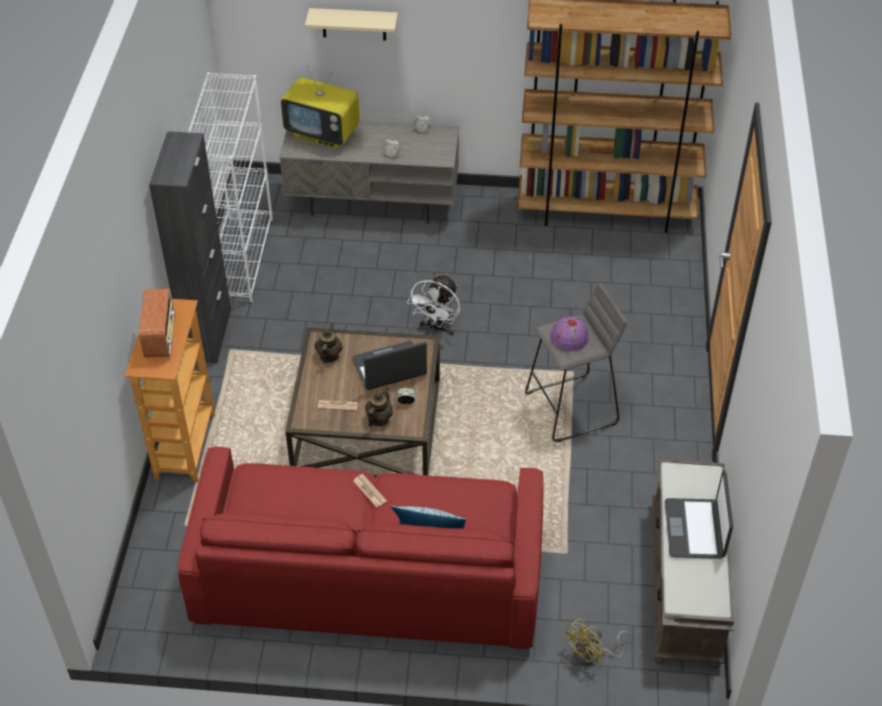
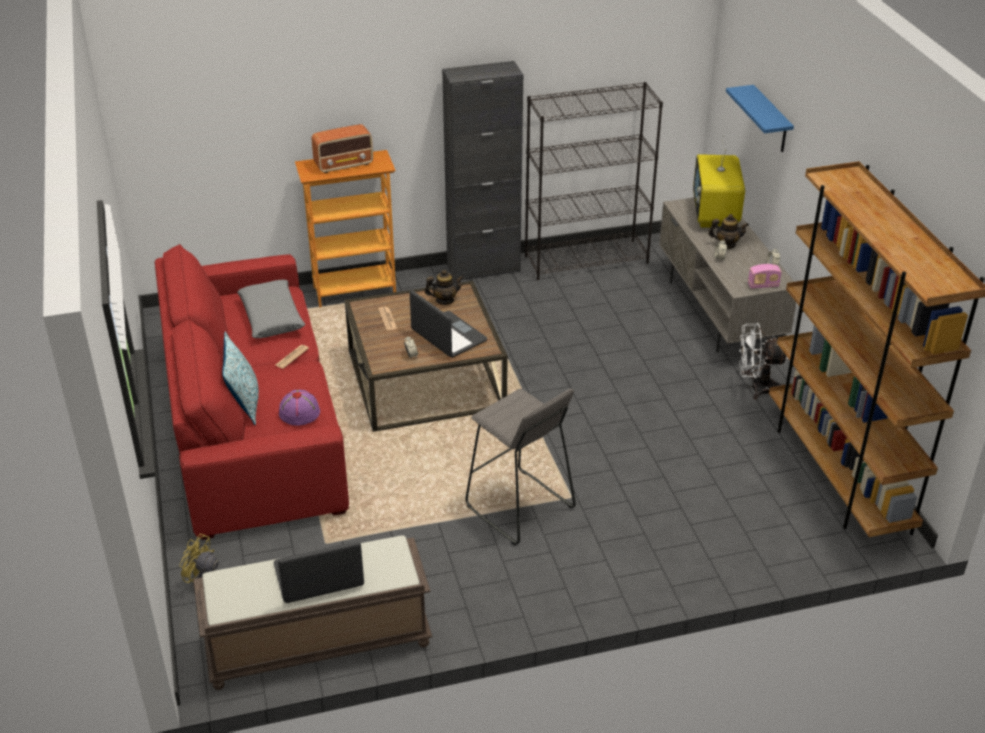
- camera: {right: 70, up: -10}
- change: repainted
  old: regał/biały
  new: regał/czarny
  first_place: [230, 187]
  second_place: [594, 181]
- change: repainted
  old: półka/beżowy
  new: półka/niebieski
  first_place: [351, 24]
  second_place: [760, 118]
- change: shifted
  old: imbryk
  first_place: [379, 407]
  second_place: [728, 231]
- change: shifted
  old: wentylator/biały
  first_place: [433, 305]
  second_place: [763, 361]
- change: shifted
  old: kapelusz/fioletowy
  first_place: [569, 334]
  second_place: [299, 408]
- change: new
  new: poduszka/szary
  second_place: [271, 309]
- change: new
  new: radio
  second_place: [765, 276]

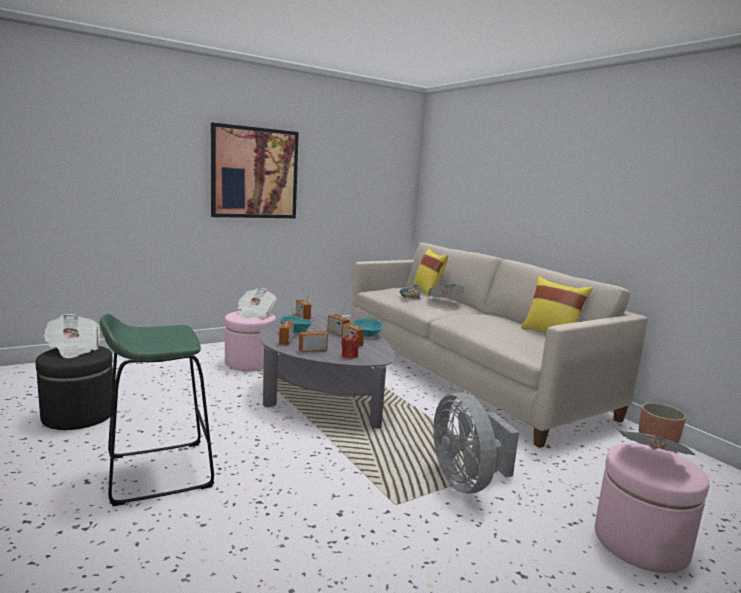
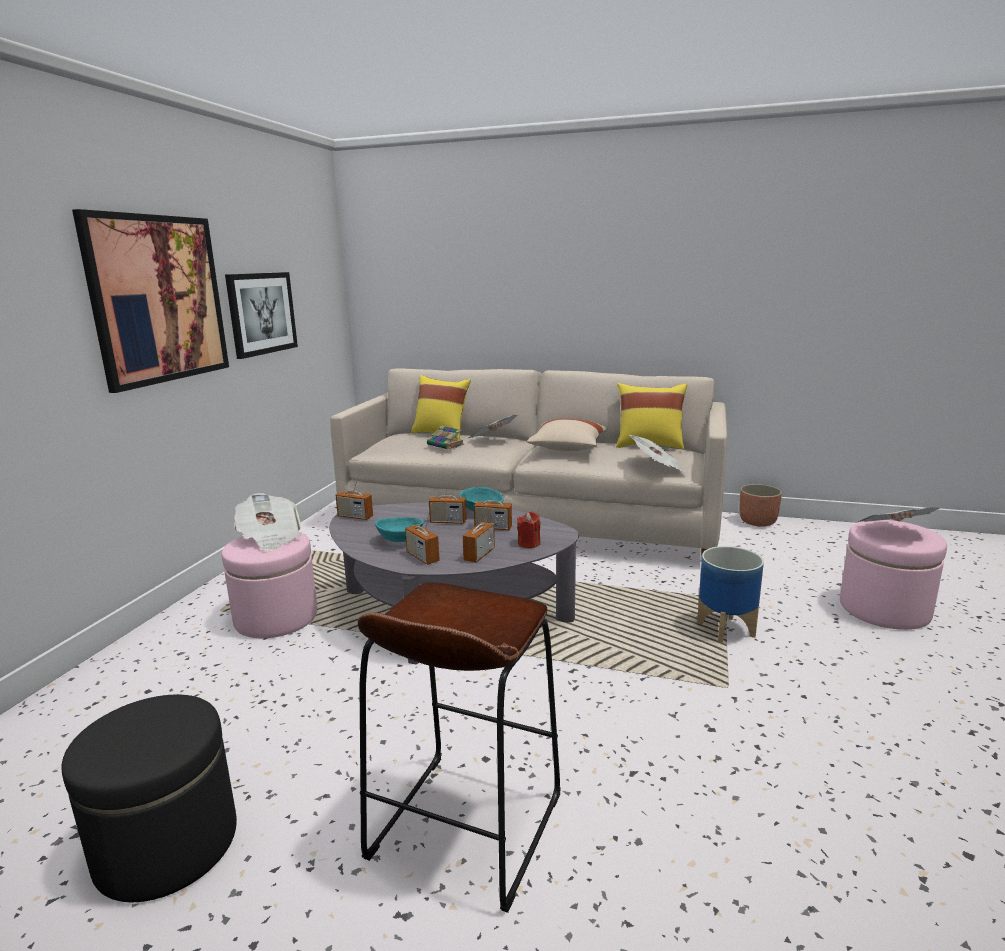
- camera: {right: -40, up: 5}
- change: shifted
  old: gazeta
  first_place: [71, 336]
  second_place: [658, 453]
- change: repainted
  old: stołek/zielony
  new: stołek/brązowy
  first_place: [157, 410]
  second_place: [459, 747]
- change: swapped
  old: wentylator/szary
  new: donica
  first_place: [476, 442]
  second_place: [730, 594]
- change: new
  new: obraz
  second_place: [261, 315]
- change: new
  new: poduszka/beżowy
  second_place: [567, 435]

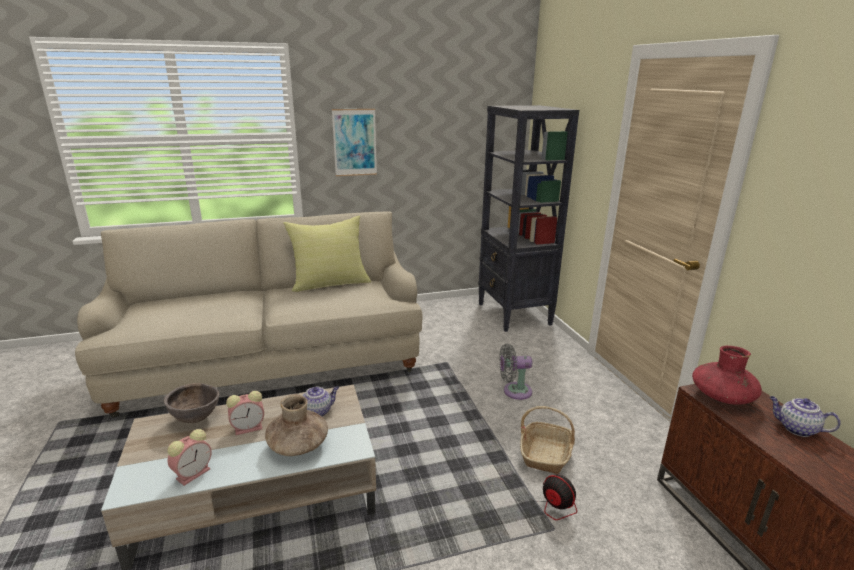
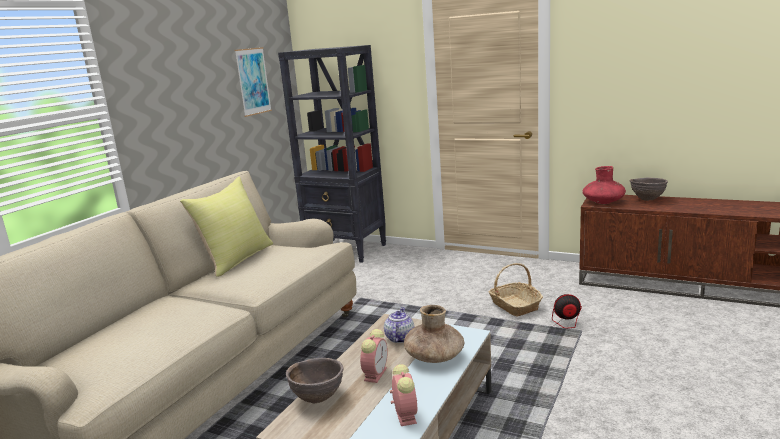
- camera: {right: -45, up: -5}
- change: shifted
  old: obraz
  first_place: [354, 142]
  second_place: [253, 82]
- change: gone
  old: wentylator/szary
  first_place: [515, 371]
- change: swapped
  old: imbryk
  new: miska/brązowy
  first_place: [805, 416]
  second_place: [649, 189]

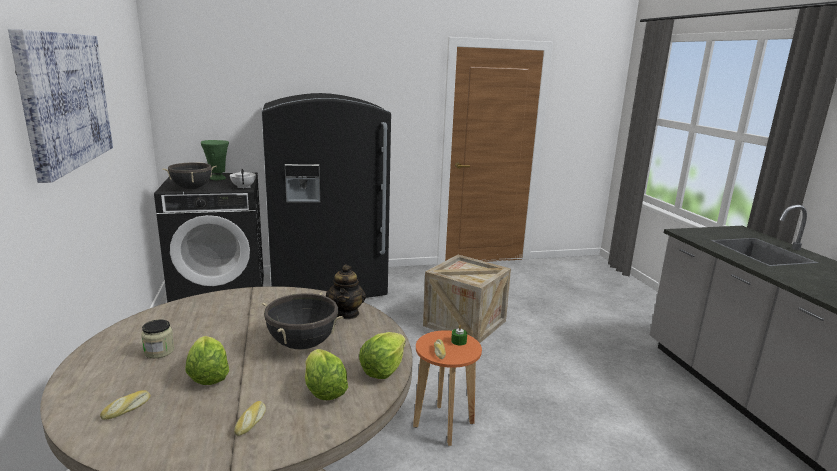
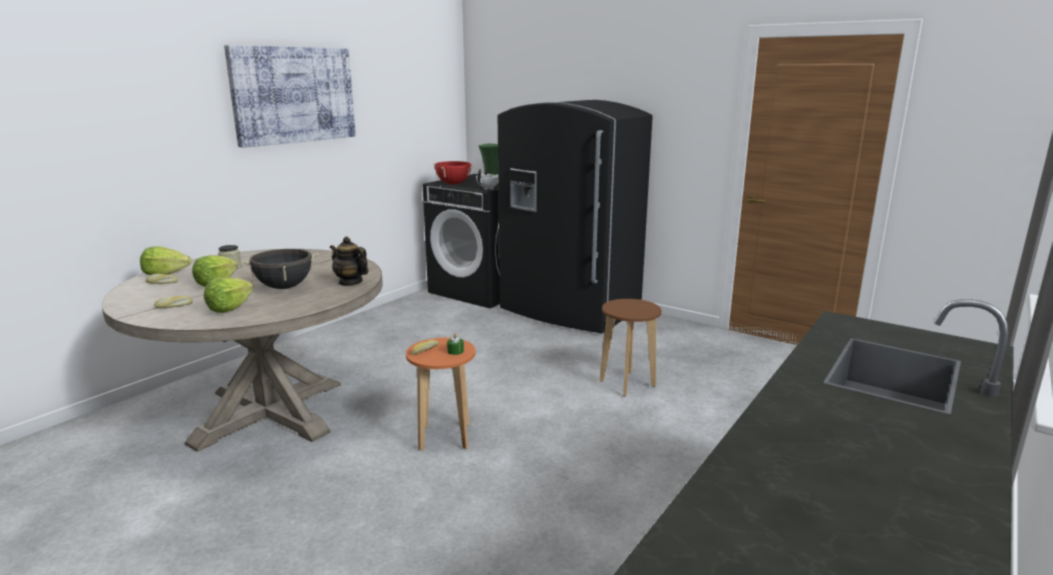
- camera: {right: 50, up: 0}
- change: repainted
  old: garnek/czarny
  new: garnek/czerwony
  first_place: [189, 175]
  second_place: [453, 173]
- change: rotated
  old: imbryk
  first_place: [346, 291]
  second_place: [349, 261]
  degrees: 75
- change: shifted
  old: sałata
  first_place: [382, 355]
  second_place: [165, 260]
- change: swapped
  old: skrzynka
  new: stołek/brązowy
  first_place: [467, 299]
  second_place: [630, 347]

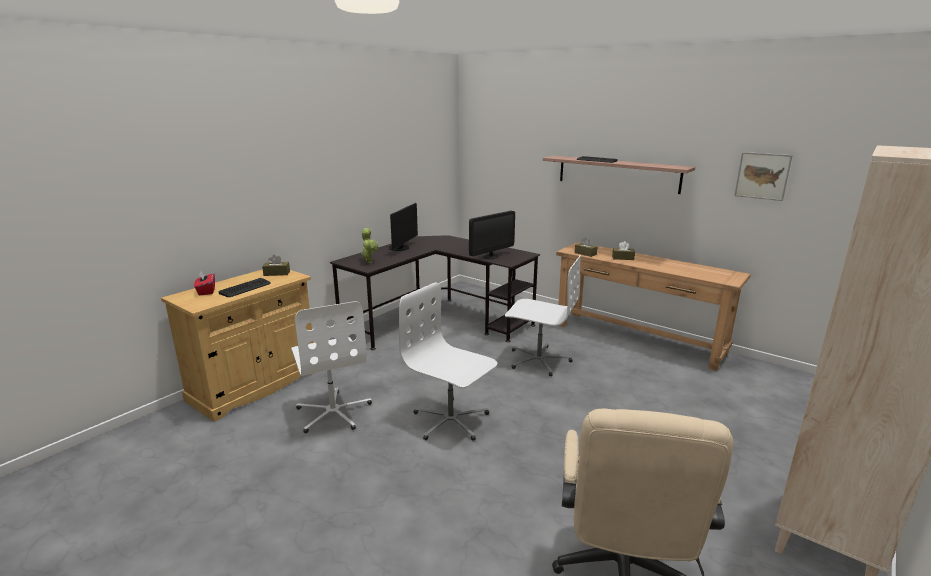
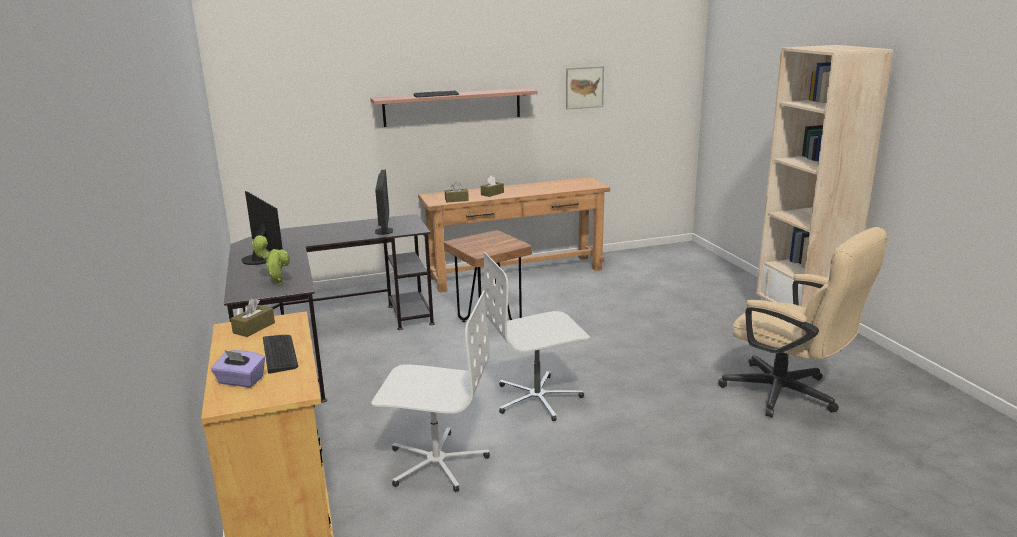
- camera: {right: -55, up: 0}
- change: repainted
  old: pudełko chusteczek/czerwony
  new: pudełko chusteczek/fioletowy
  first_place: [204, 283]
  second_place: [238, 368]
- change: swapped
  old: krzesło biurowe/biały
  new: stołek/brązowy
  first_place: [543, 315]
  second_place: [488, 276]

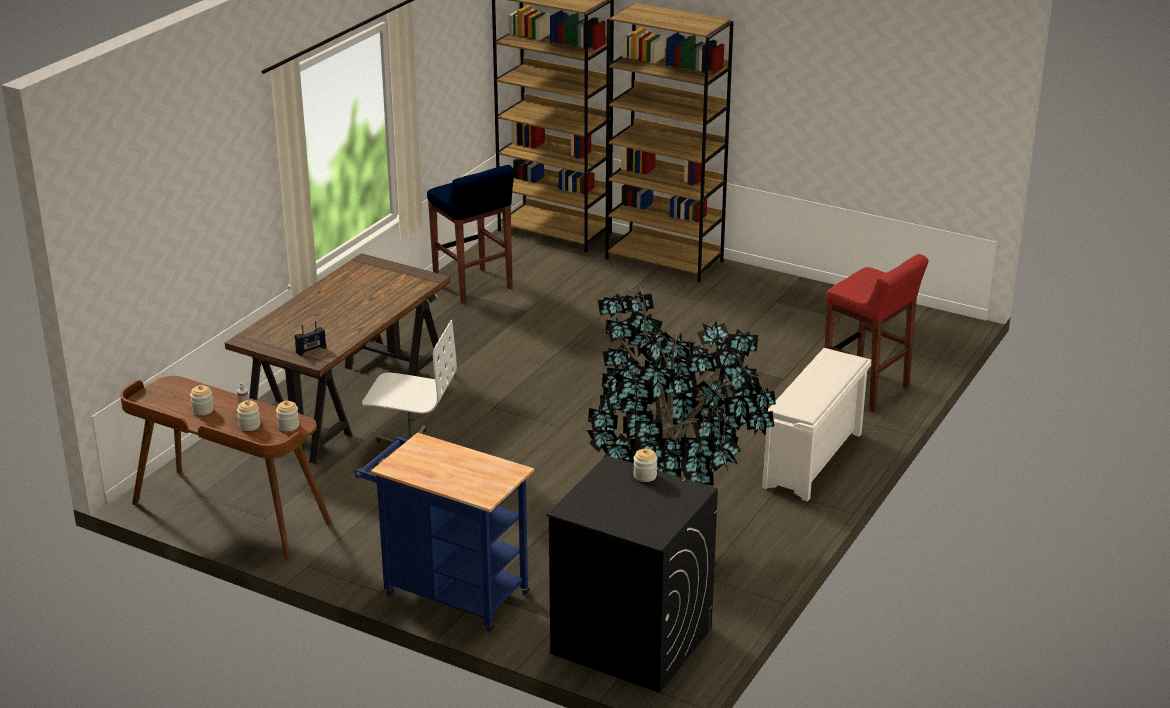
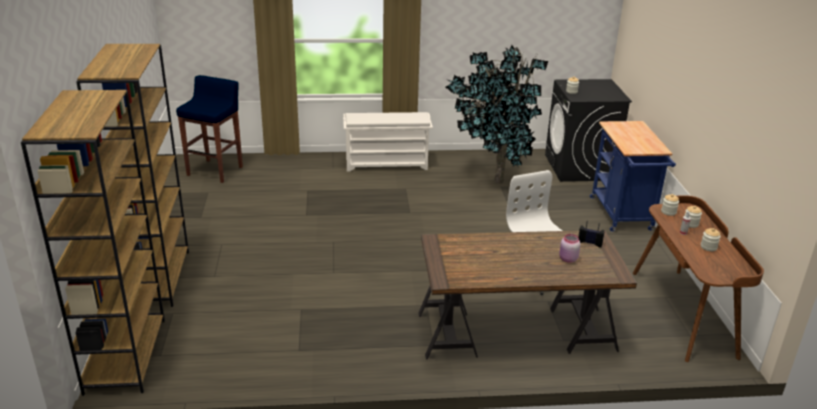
- camera: {right: -125, up: 0}
- change: shifted
  old: stołek/niebieski
  first_place: [471, 234]
  second_place: [209, 129]
- change: gone
  old: stołek/czerwony
  first_place: [876, 333]
- change: new
  new: słoik/różowy
  second_place: [570, 248]

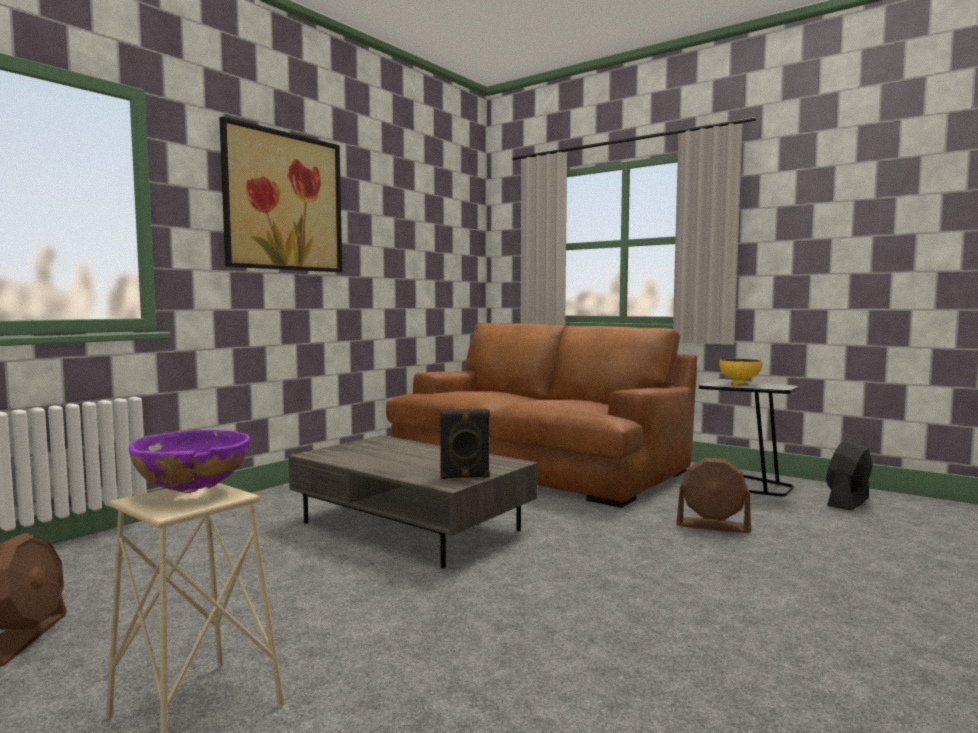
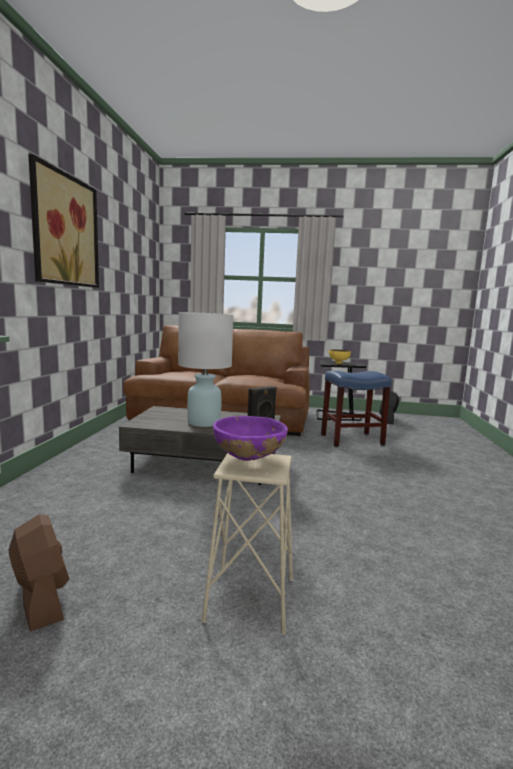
- camera: {right: -30, up: 5}
- change: swapped
  old: wentylator/brązowy
  new: stołek/niebieski
  first_place: [713, 495]
  second_place: [356, 409]
- change: new
  new: lampa stołowa/biały
  second_place: [205, 369]

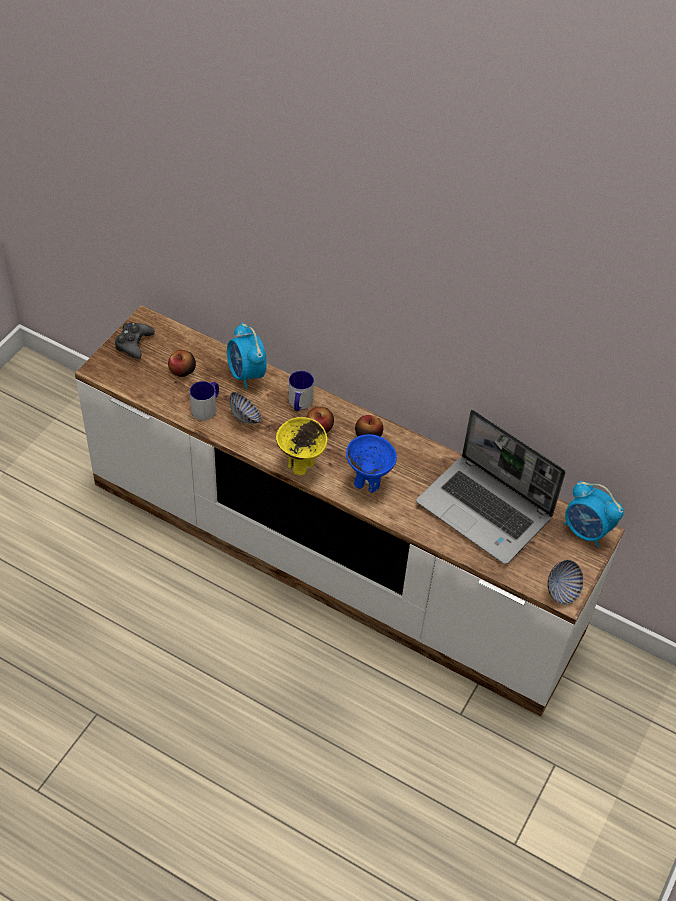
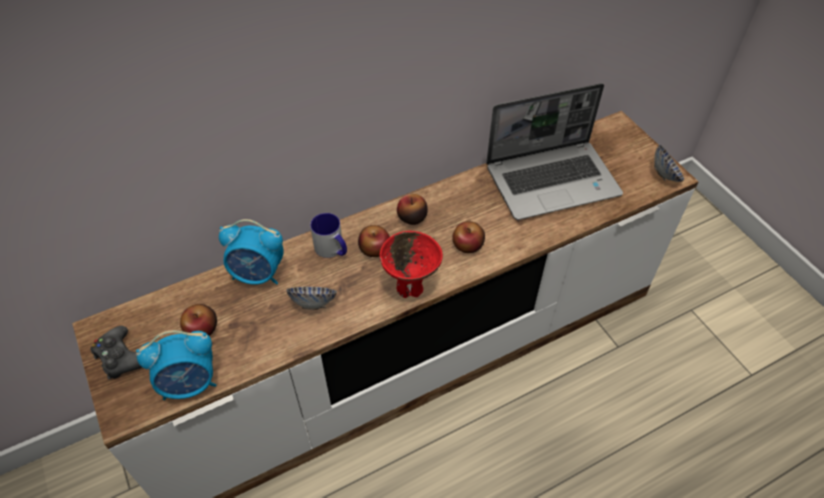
- camera: {right: -55, up: 0}
- change: gone
  old: kubek
  first_place: [204, 400]
- change: repainted
  old: miska/żółty
  new: miska/czerwony
  first_place: [301, 446]
  second_place: [411, 264]
- change: swapped
  old: miska/niebieski
  new: jabłko
  first_place: [371, 463]
  second_place: [468, 237]
- change: shifted
  old: budzik
  first_place: [594, 514]
  second_place: [176, 365]

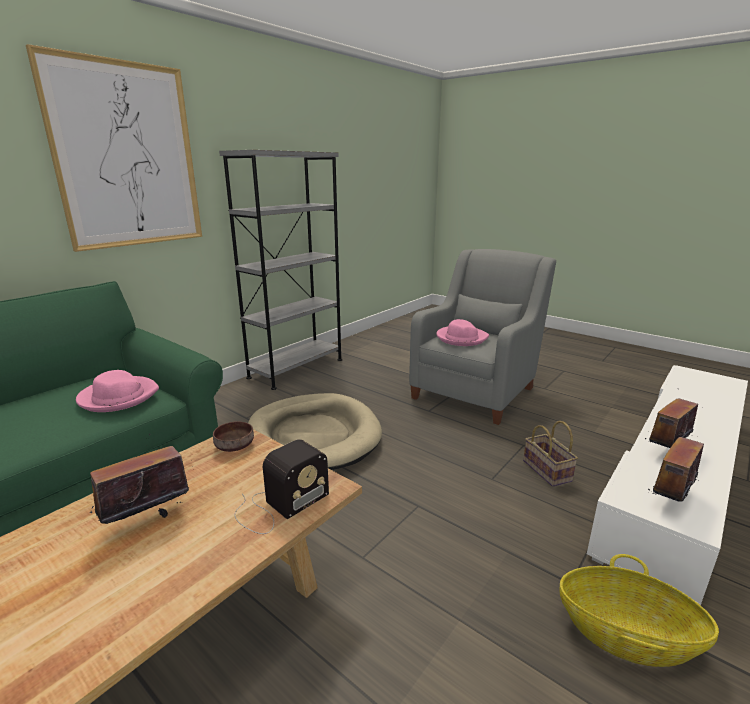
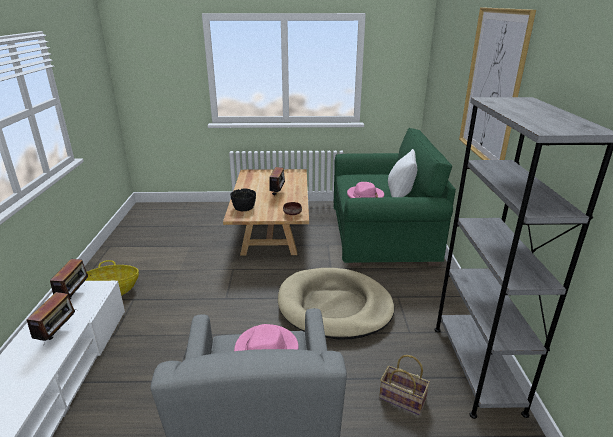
- camera: {right: 140, up: 5}
- change: swapped
  old: radio
  new: miska/czarny
  first_place: [281, 486]
  second_place: [243, 200]
- change: shifted
  old: koszyk
  first_place: [550, 454]
  second_place: [404, 385]
- change: new
  new: poduszka/biały
  second_place: [402, 173]

